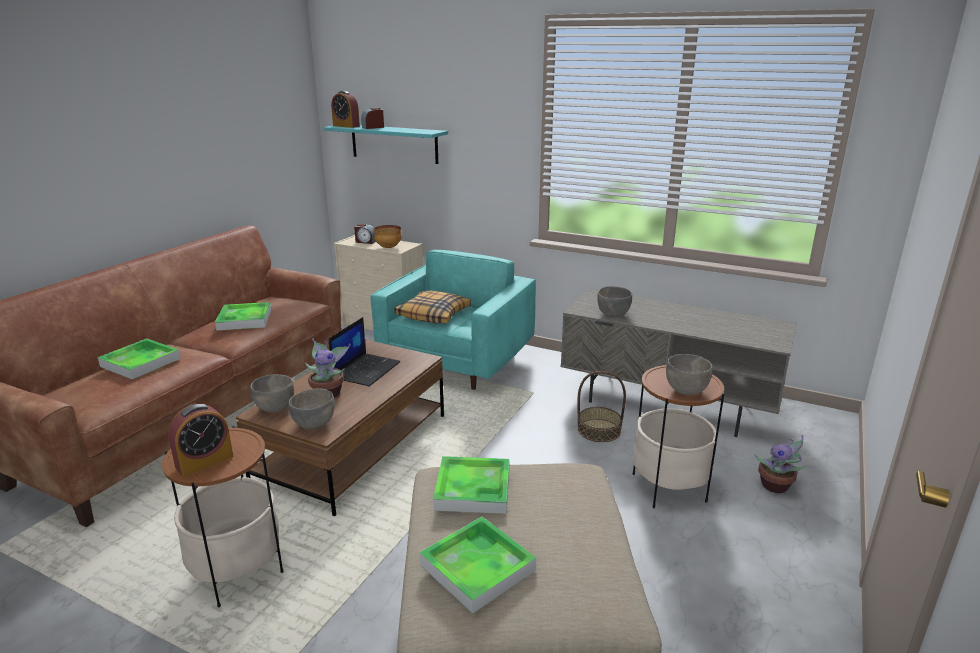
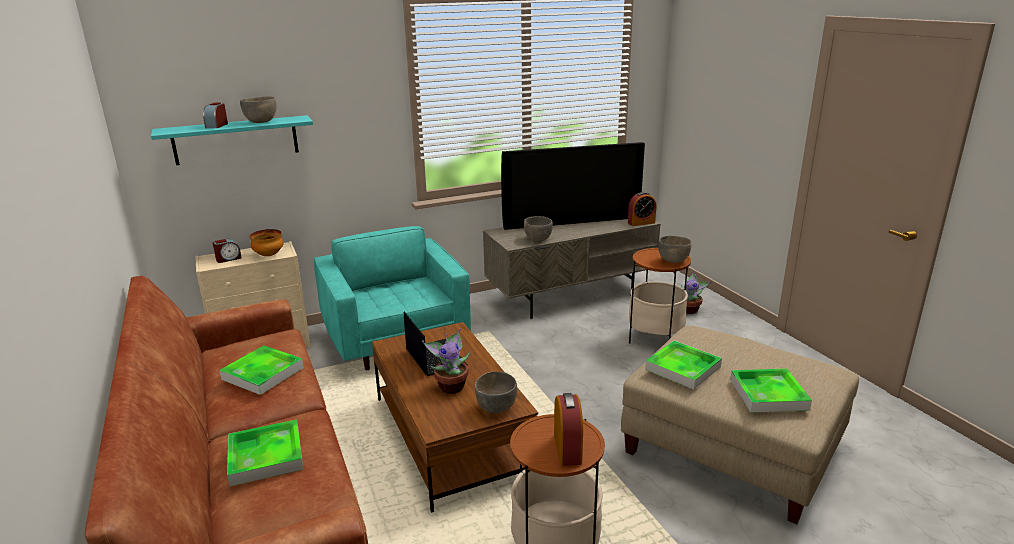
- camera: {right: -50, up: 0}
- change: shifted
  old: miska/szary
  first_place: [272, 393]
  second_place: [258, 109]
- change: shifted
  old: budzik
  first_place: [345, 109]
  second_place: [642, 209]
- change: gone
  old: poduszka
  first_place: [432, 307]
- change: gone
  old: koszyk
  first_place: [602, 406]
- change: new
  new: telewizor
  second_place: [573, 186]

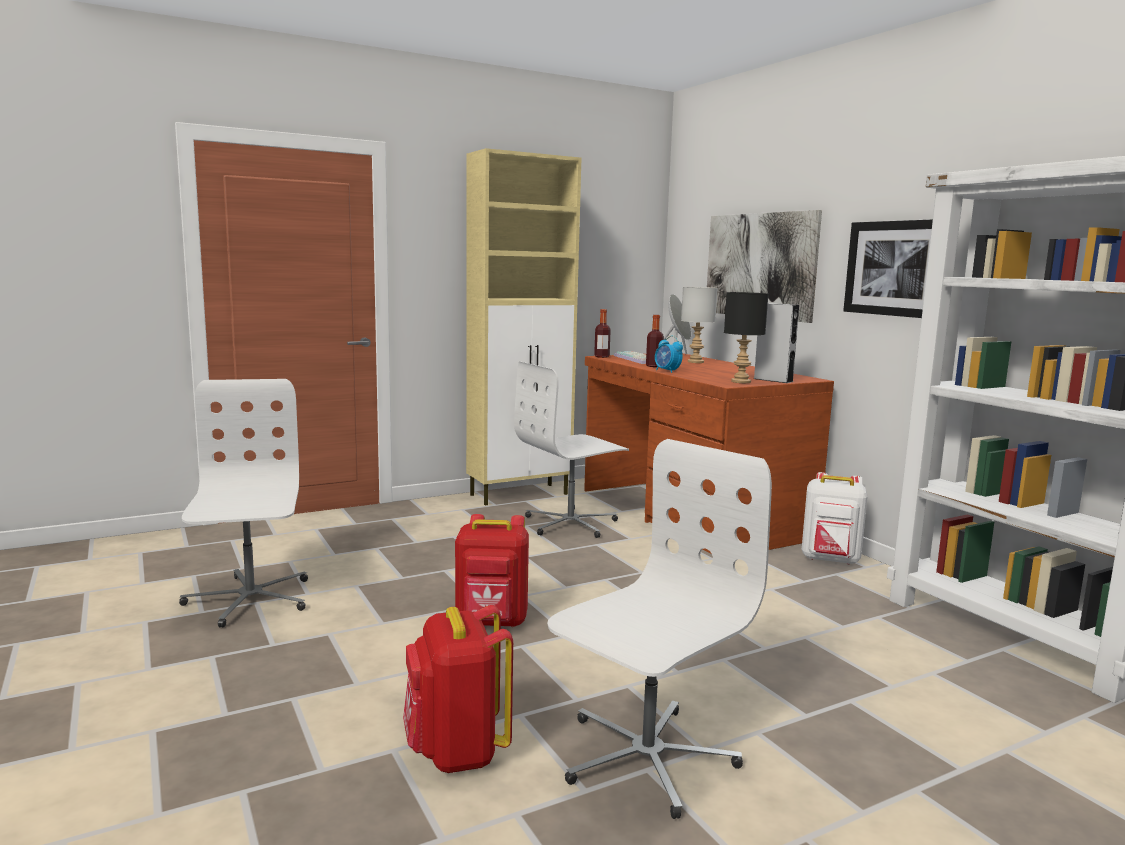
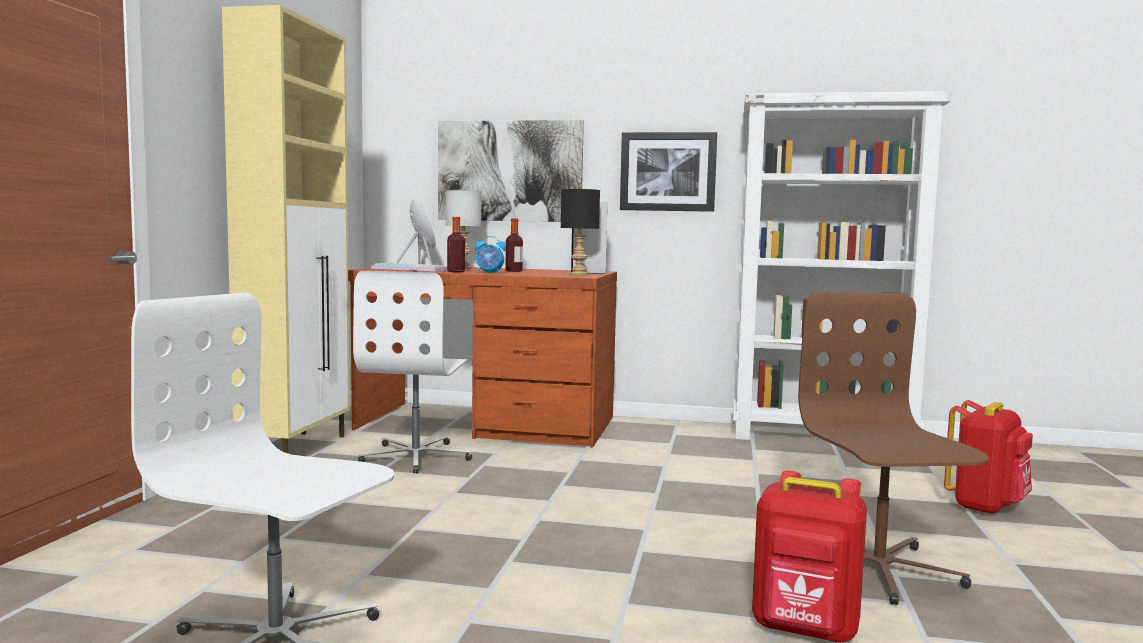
- camera: {right: -50, up: -5}
- change: shifted
  old: plecak/czerwony
  first_place: [492, 570]
  second_place: [988, 457]
- change: repainted
  old: krzesło biurowe/biały
  new: krzesło biurowe/brązowy
  first_place: [659, 629]
  second_place: [893, 448]
- change: shifted
  old: butelka
  first_place: [602, 333]
  second_place: [514, 245]
- change: gone
  old: plecak/biały
  first_place: [834, 518]

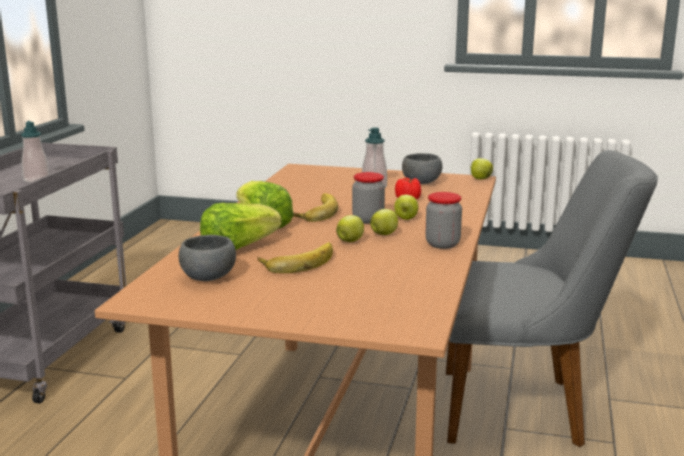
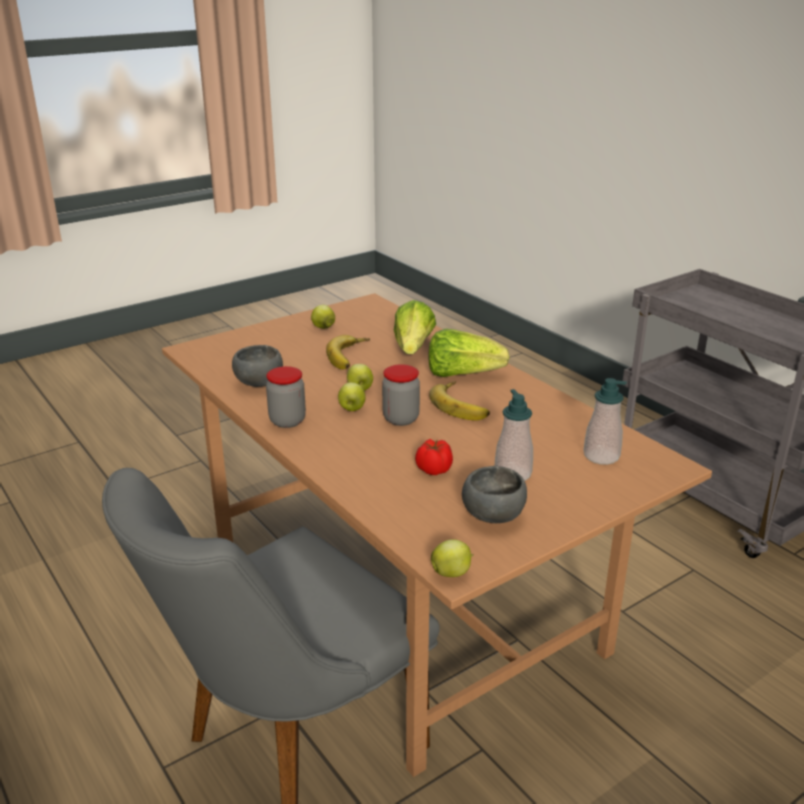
- camera: {right: 130, up: 10}
- change: shifted
  old: dozownik mydła
  first_place: [35, 152]
  second_place: [605, 421]
- change: shifted
  old: miska/szary
  first_place: [207, 258]
  second_place: [257, 366]
- change: shifted
  old: jabłko
  first_place: [406, 207]
  second_place: [323, 317]

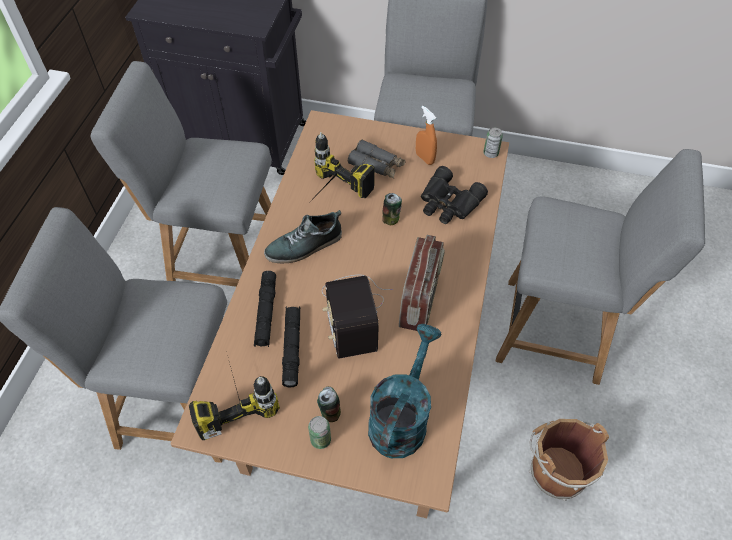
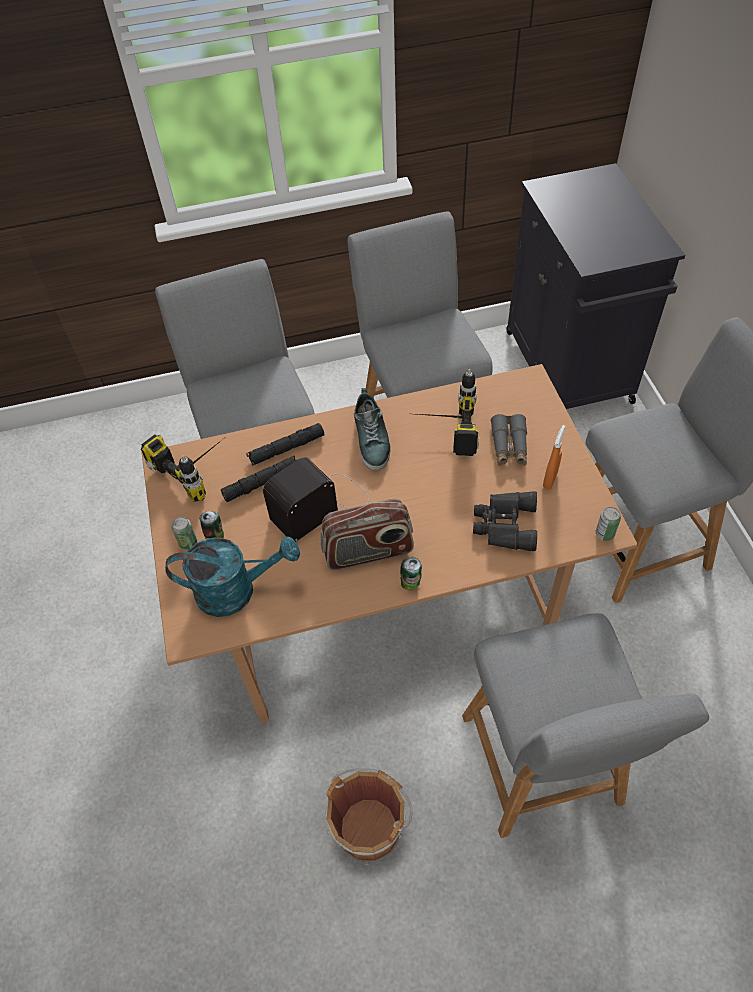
- camera: {right: 65, up: 0}
- change: rotated
  old: but
  first_place: [303, 236]
  second_place: [372, 429]
  degrees: -135
- change: shifted
  old: puszka
  first_place: [392, 209]
  second_place: [411, 573]

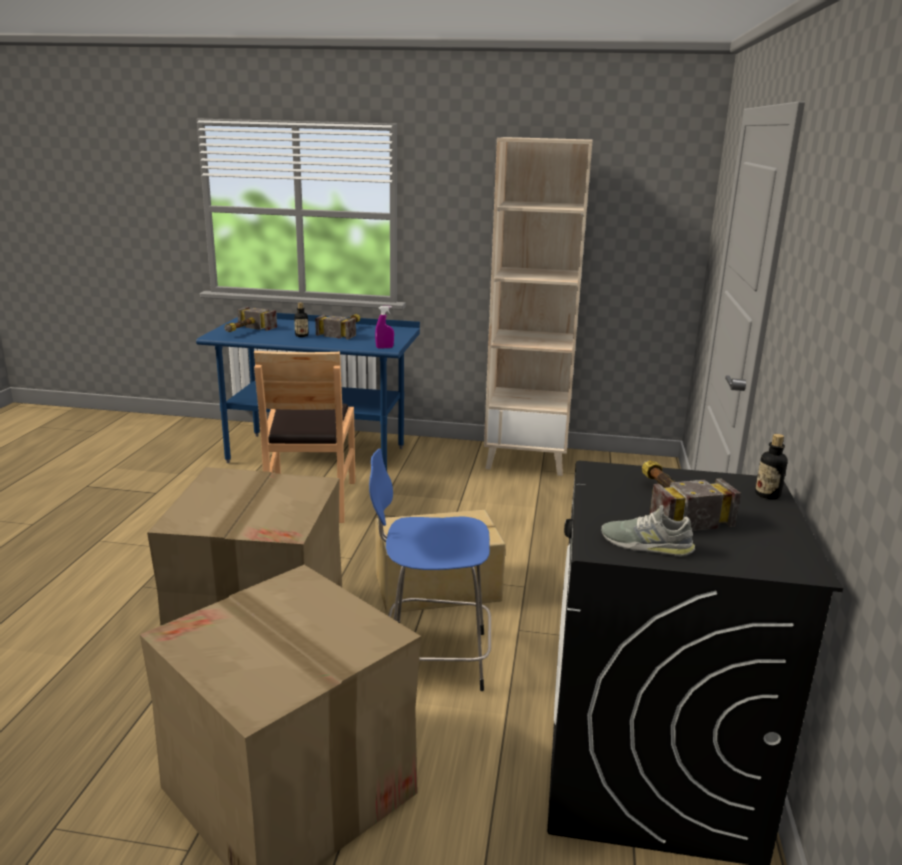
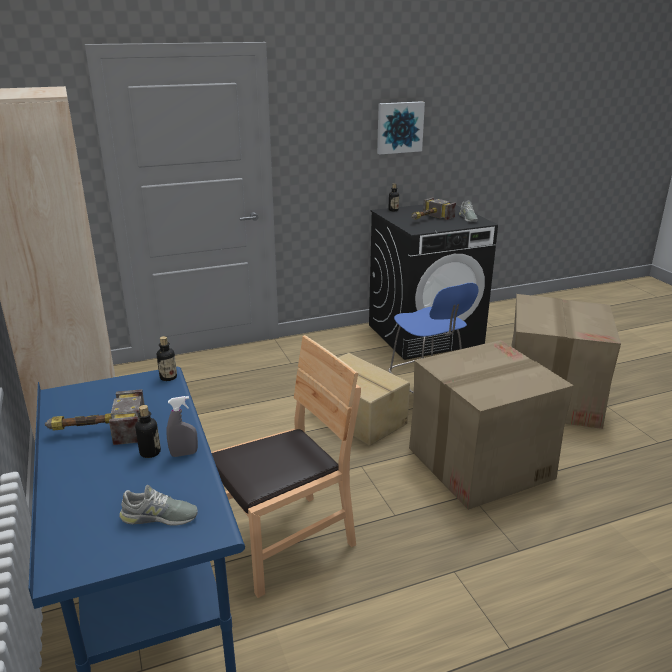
- camera: {right: -120, up: 5}
- change: swapped
  old: młotek
  new: but/szary
  first_place: [250, 319]
  second_place: [158, 505]
- change: swapped
  old: spryskiwacz/fioletowy
  new: butelka
  first_place: [384, 327]
  second_place: [167, 358]
- change: new
  new: spryskiwacz/szary
  second_place: [182, 426]
- change: new
  new: obraz
  second_place: [401, 127]

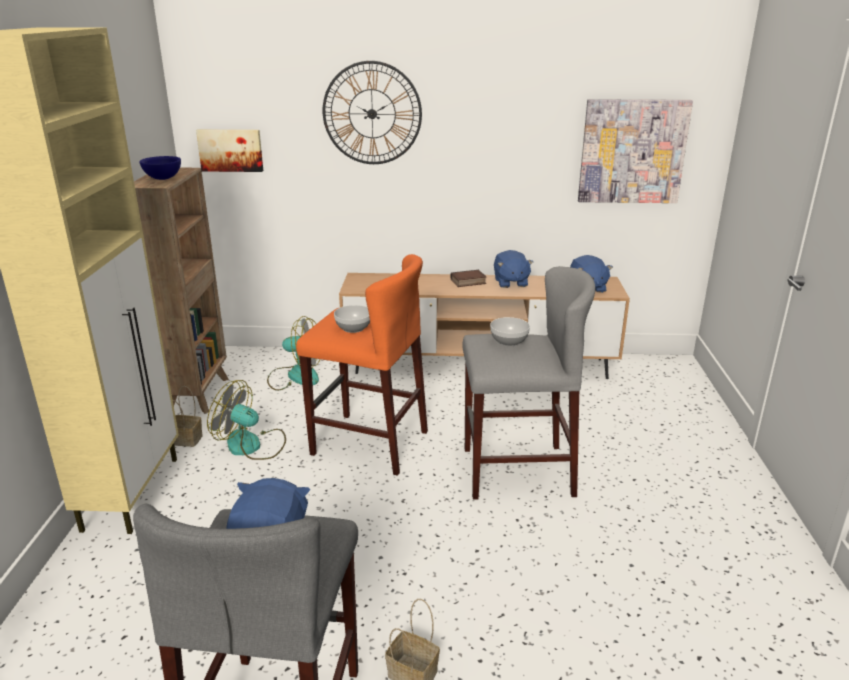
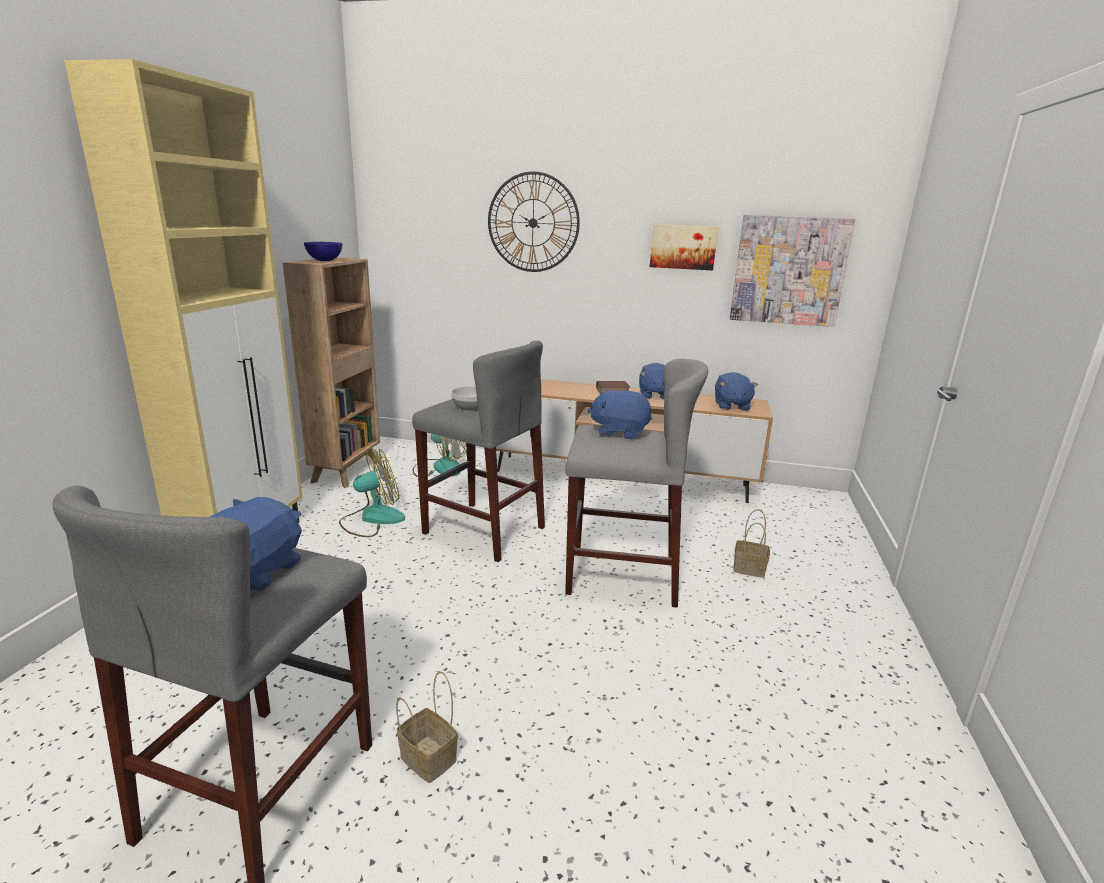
- camera: {right: 10, up: -5}
- change: shifted
  old: koszyk
  first_place: [188, 416]
  second_place: [751, 543]
- change: shifted
  old: obraz
  first_place: [229, 150]
  second_place: [684, 247]
- change: rotated
  old: wentylator
  first_place: [246, 420]
  second_place: [372, 492]
  degrees: 120
- change: repainted
  old: stołek/pomarańczowy
  new: stołek/szary
  first_place: [362, 365]
  second_place: [478, 451]
- change: swapped
  old: miska
  new: pluszak/niebieski
  first_place: [510, 331]
  second_place: [619, 414]

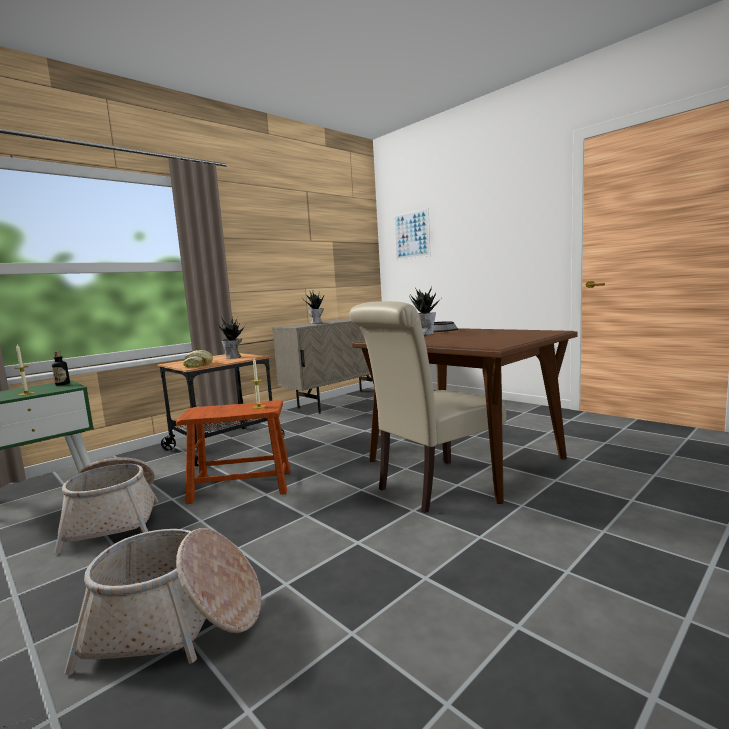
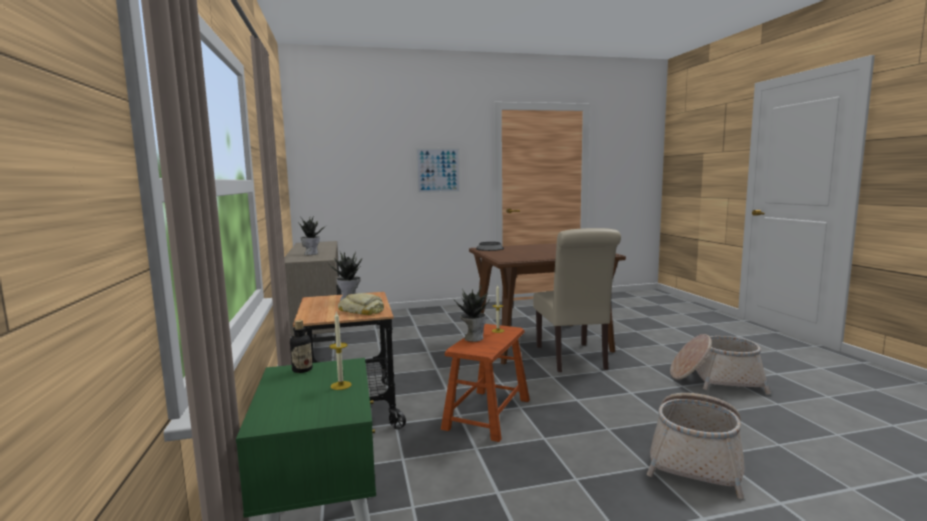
- camera: {right: -60, up: 0}
- change: shifted
  old: koszyk
  first_place: [106, 505]
  second_place: [720, 364]
- change: shifted
  old: obraz
  first_place: [412, 234]
  second_place: [438, 170]
- change: shifted
  old: roślina doniczkowa
  first_place: [425, 310]
  second_place: [471, 313]

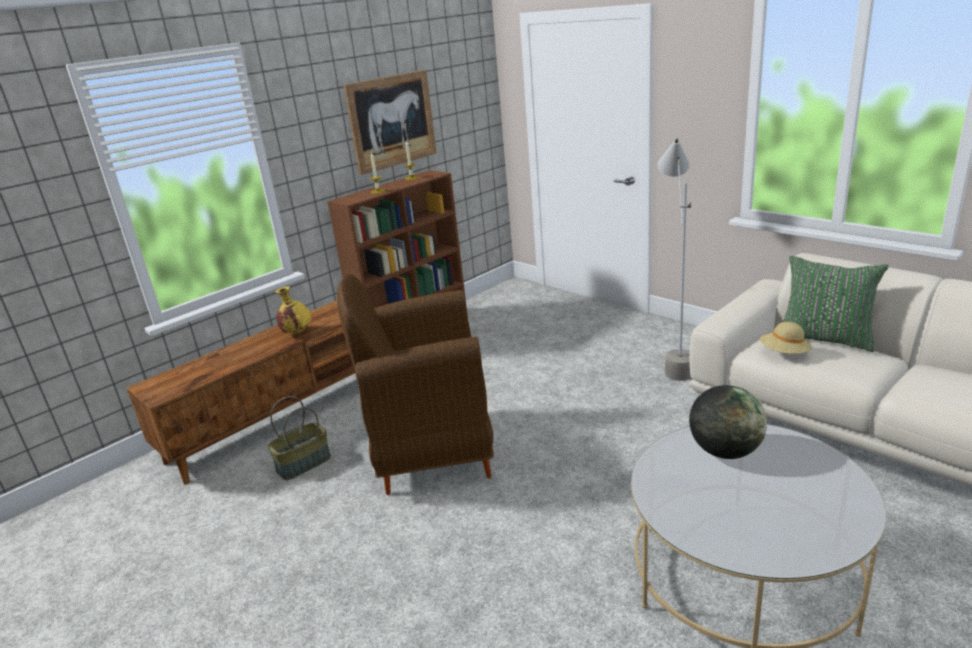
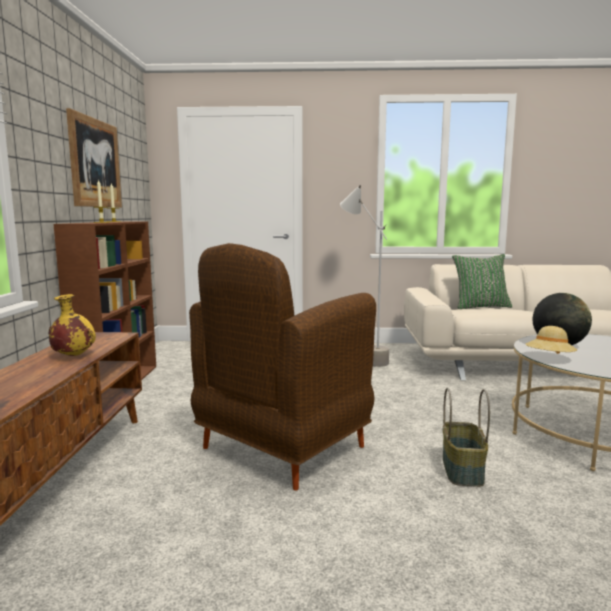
- camera: {right: -45, up: -15}
- change: shifted
  old: koszyk
  first_place: [299, 438]
  second_place: [466, 437]
- change: shifted
  old: kapelusz/beżowy
  first_place: [786, 338]
  second_place: [551, 340]

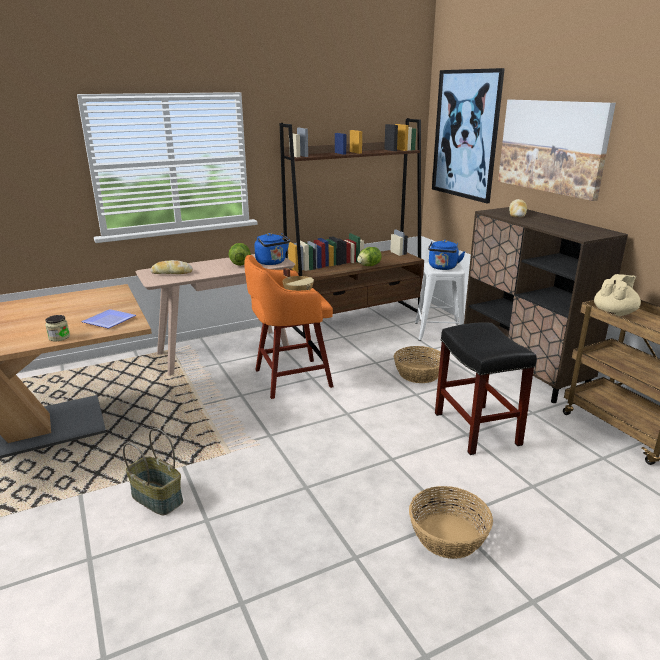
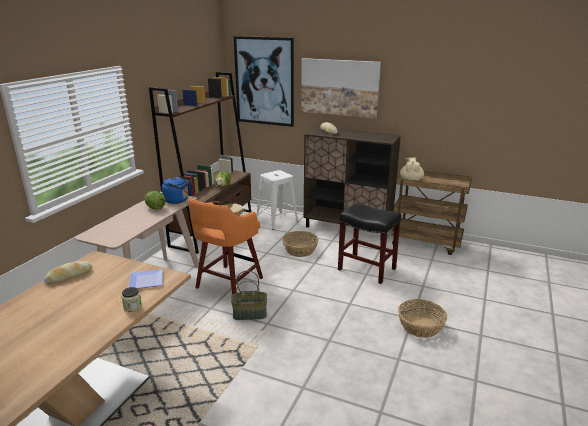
- camera: {right: -40, up: 0}
- change: shifted
  old: koszyk
  first_place: [153, 471]
  second_place: [249, 295]
- change: shifted
  old: chleb
  first_place: [172, 267]
  second_place: [68, 272]
- change: gone
  old: czajnik/niebieski
  first_place: [446, 255]

